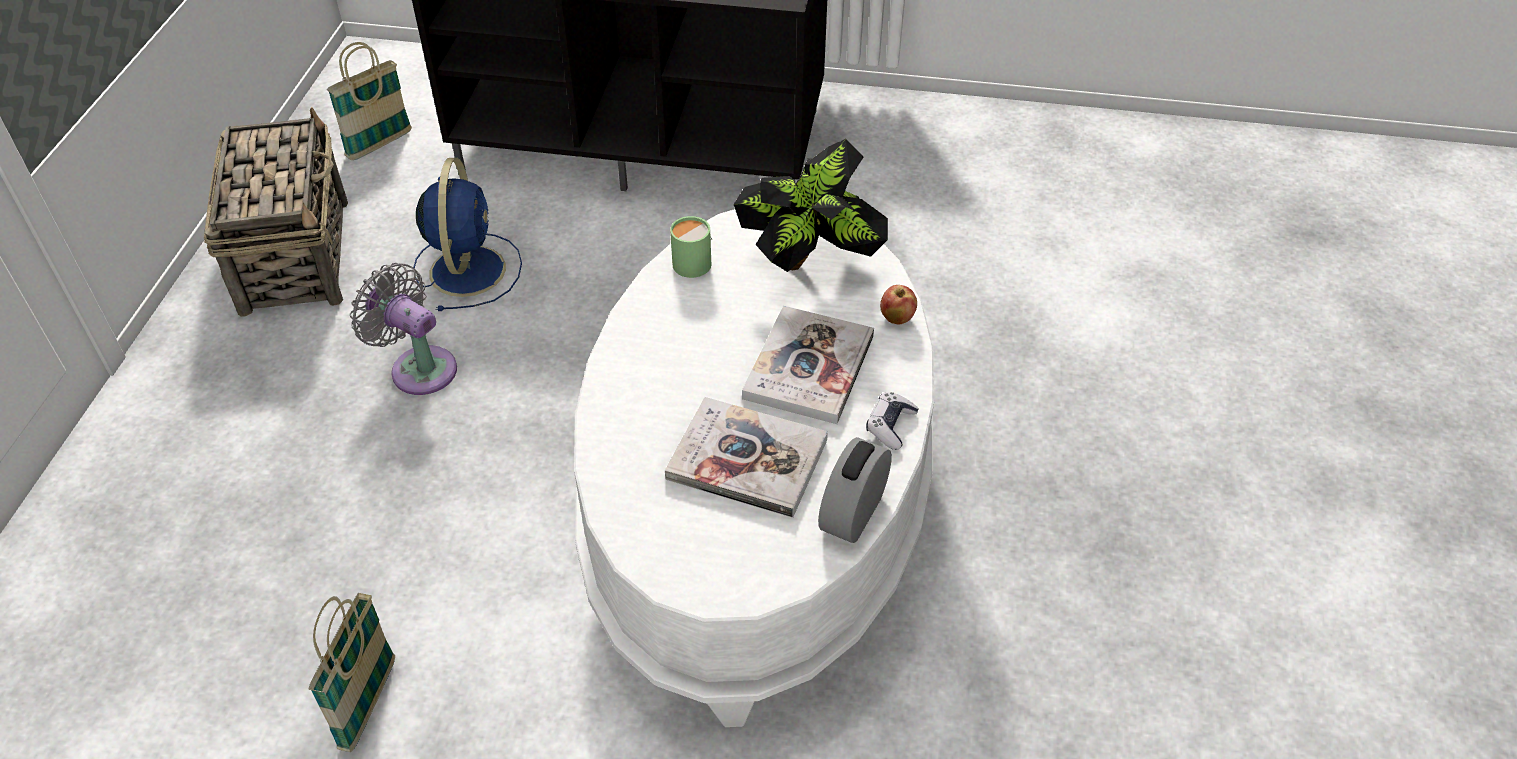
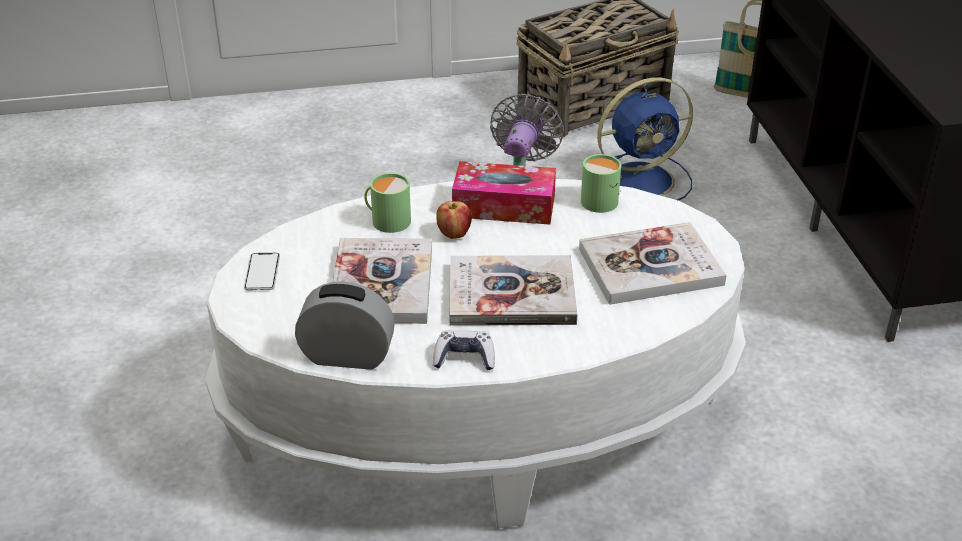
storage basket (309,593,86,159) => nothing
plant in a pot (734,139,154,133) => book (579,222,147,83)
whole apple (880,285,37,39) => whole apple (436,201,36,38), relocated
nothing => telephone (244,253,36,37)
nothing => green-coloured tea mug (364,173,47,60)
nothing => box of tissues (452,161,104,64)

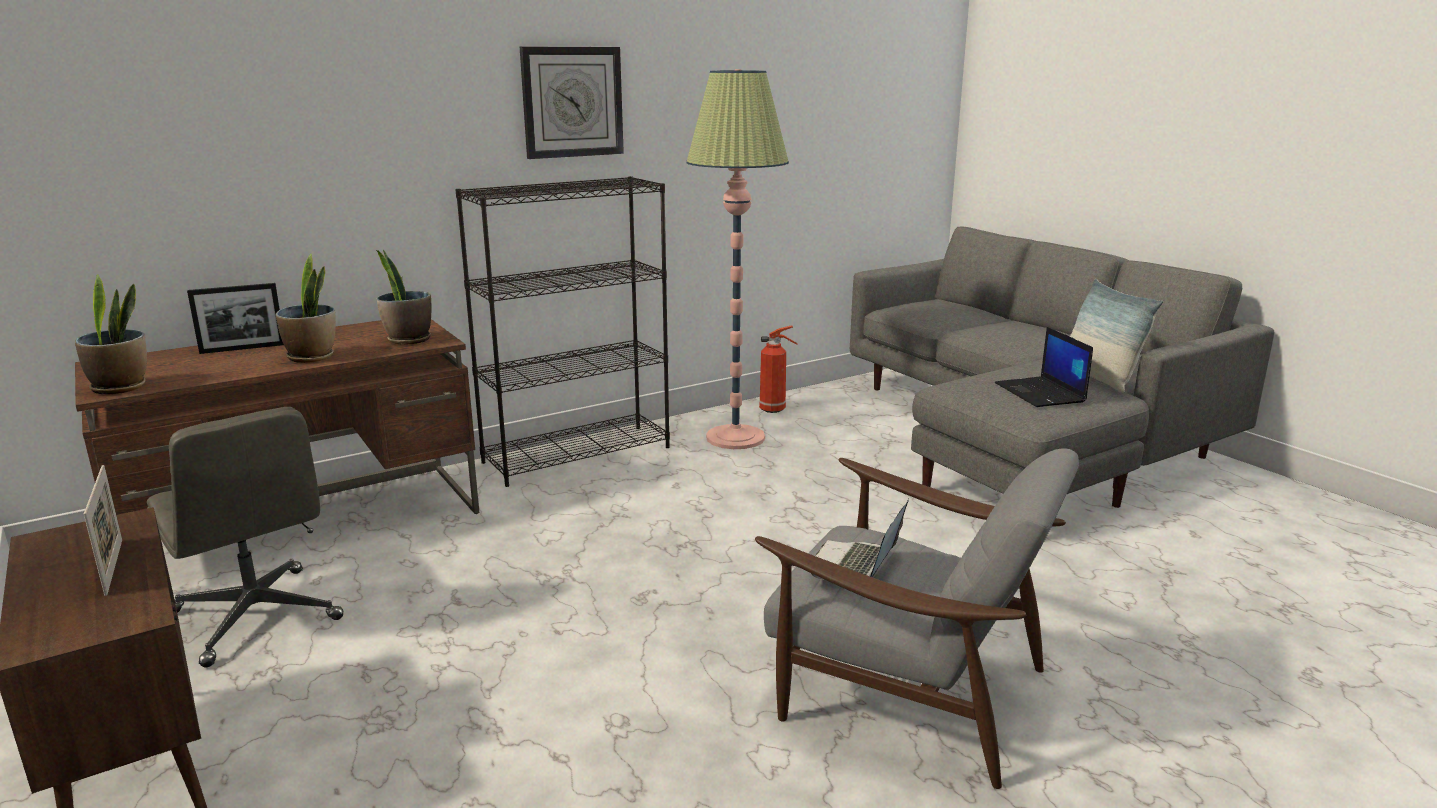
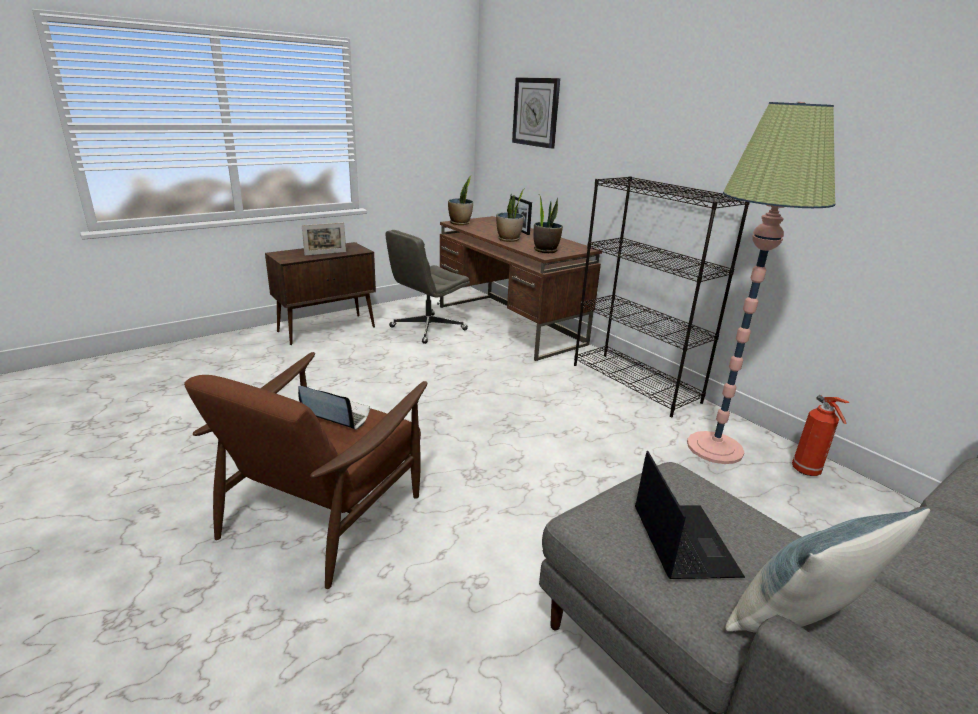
hanging clock (520,46,104,113) => hanging clock (512,77,48,72), relocated
greyish easy chair (755,448,324,341) => brown-coloured easy chair (184,352,243,237)
laptop (995,327,98,80) => laptop (635,451,110,128), 105 degrees clockwise

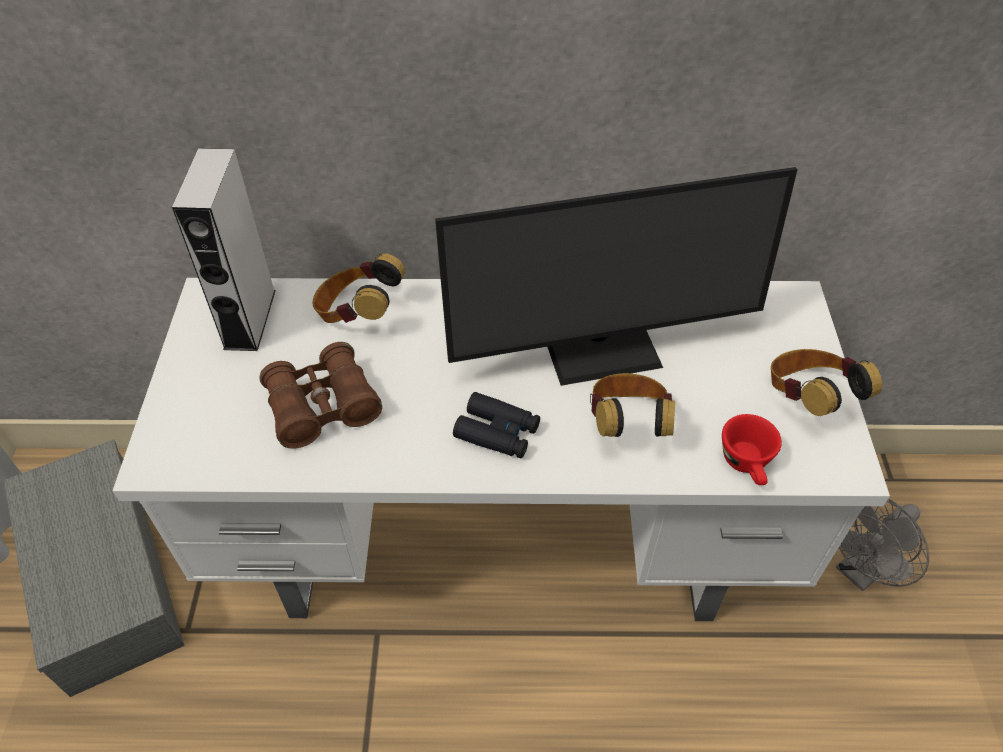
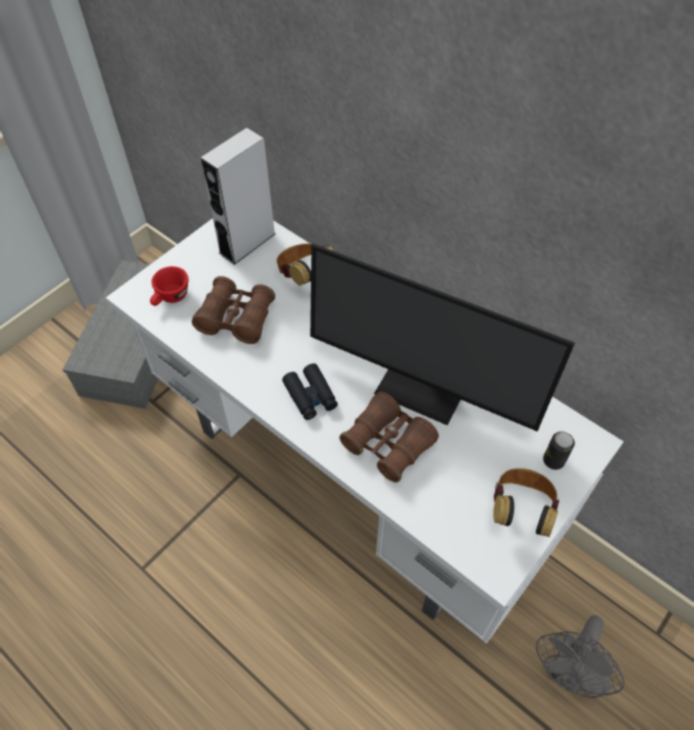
headset (590,373,85,64) => brown-coloured field glasses (339,392,100,91)
red cup (722,414,60,71) => red cup (150,266,38,40), relocated
greyish cooling fan (836,498,93,93) => greyish cooling fan (536,615,89,83), 60 degrees counterclockwise
nothing => can (543,432,32,38)

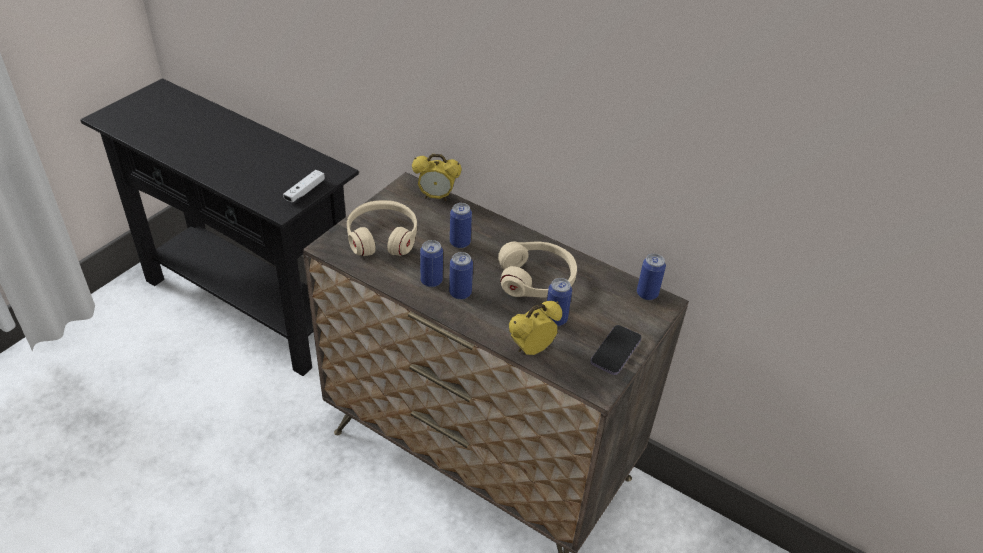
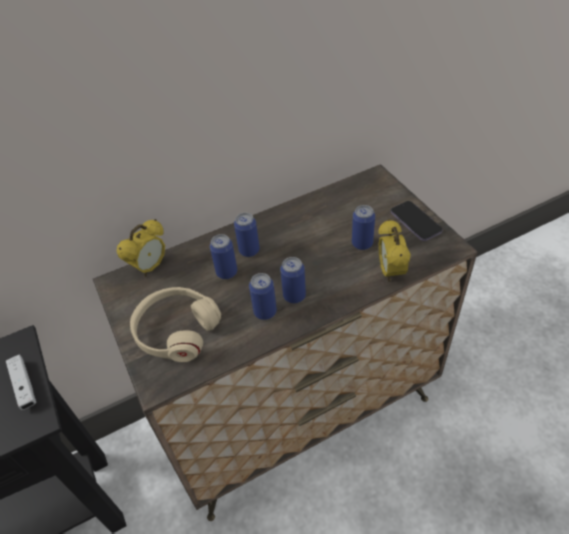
sand-coloured headset (498,241,79,57) => nothing
can (637,254,29,46) => can (234,213,26,44), relocated

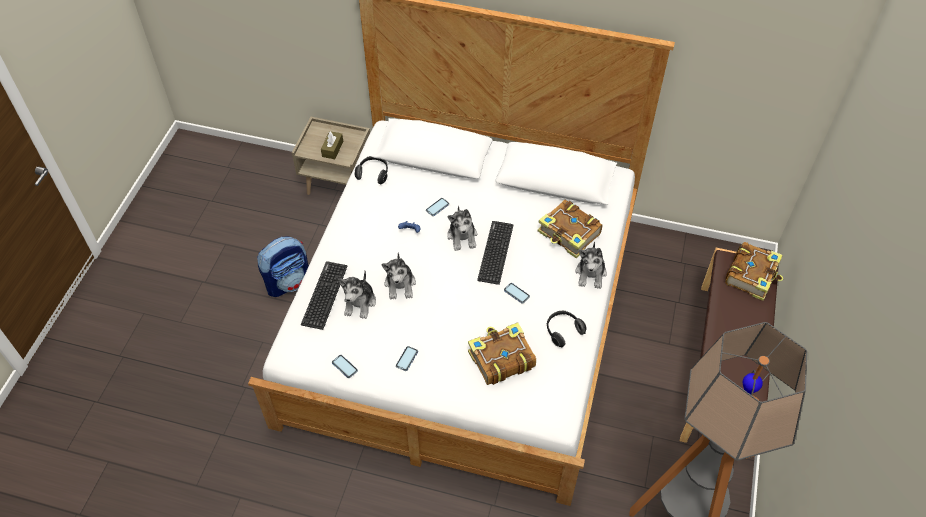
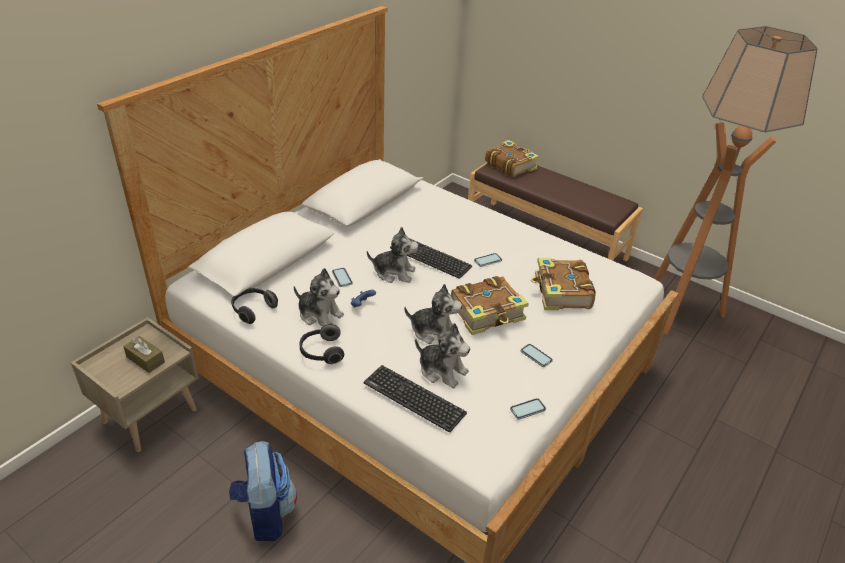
book (538,200,65,58) => book (451,276,78,59), relocated
headset (547,311,40,36) => headset (300,324,44,40), relocated
cuddly toy (576,242,31,47) => cuddly toy (294,268,50,58), relocated

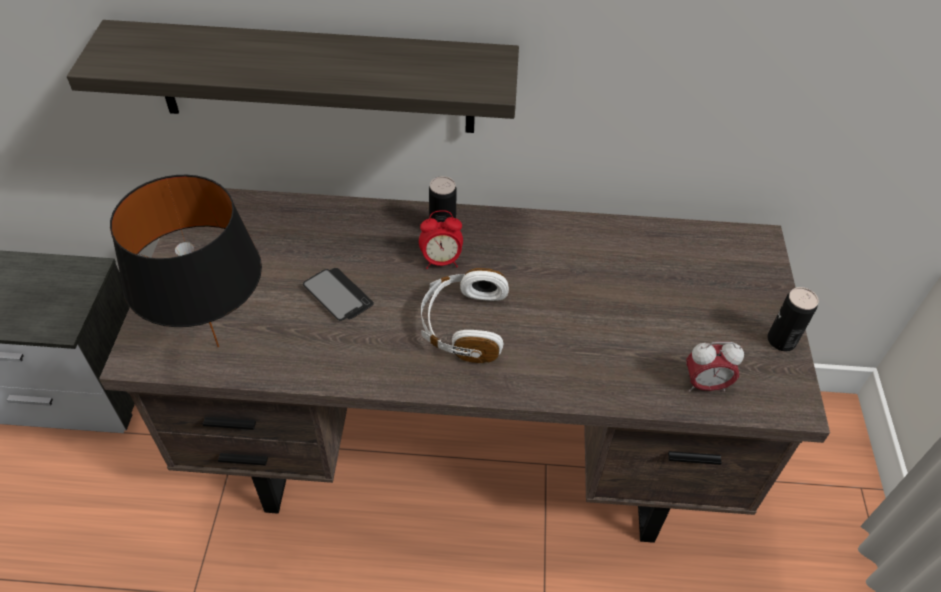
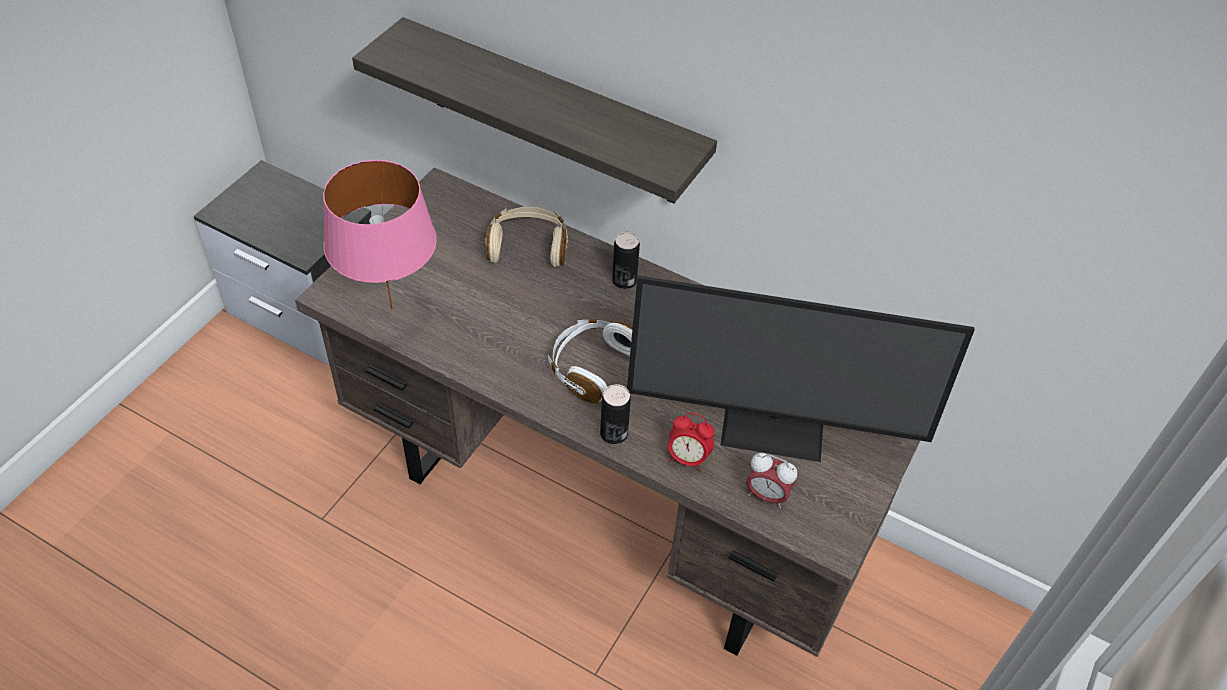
black lamp for a table (110,175,152,172) => pink lamp for a table (323,160,114,150)
telephone (303,268,71,53) => nothing
table clock (419,210,44,59) => table clock (668,413,47,58), relocated
can (767,287,52,64) => can (600,384,31,60), relocated
nothing => sand-coloured headset (484,207,84,60)
nothing => computer screen (627,275,348,187)

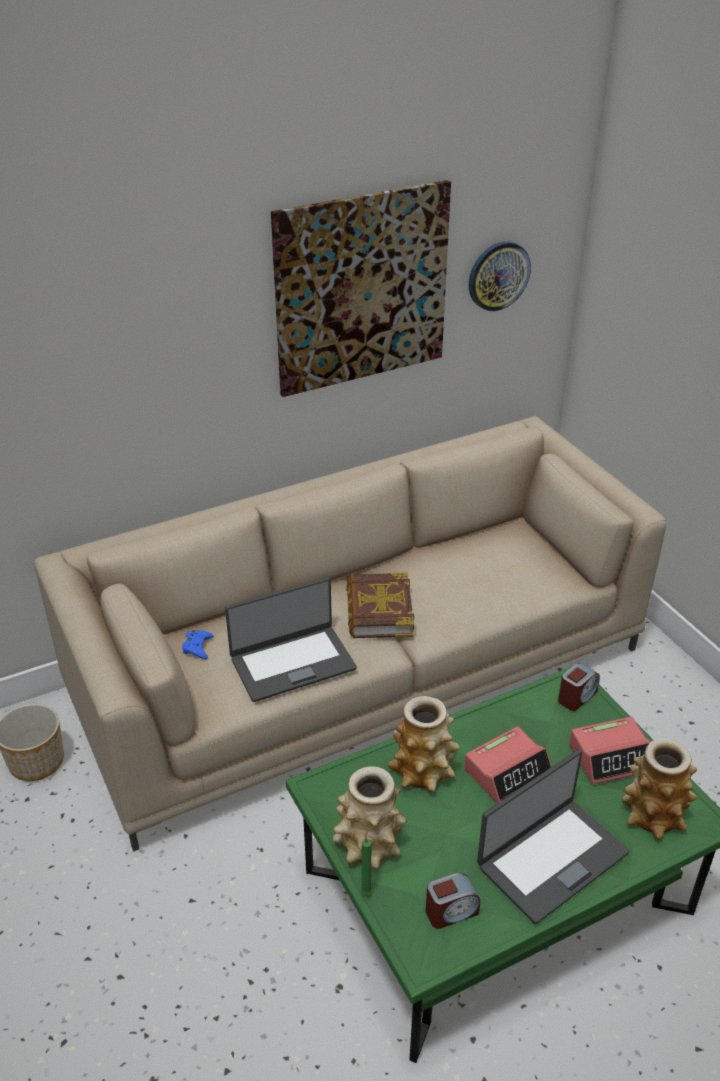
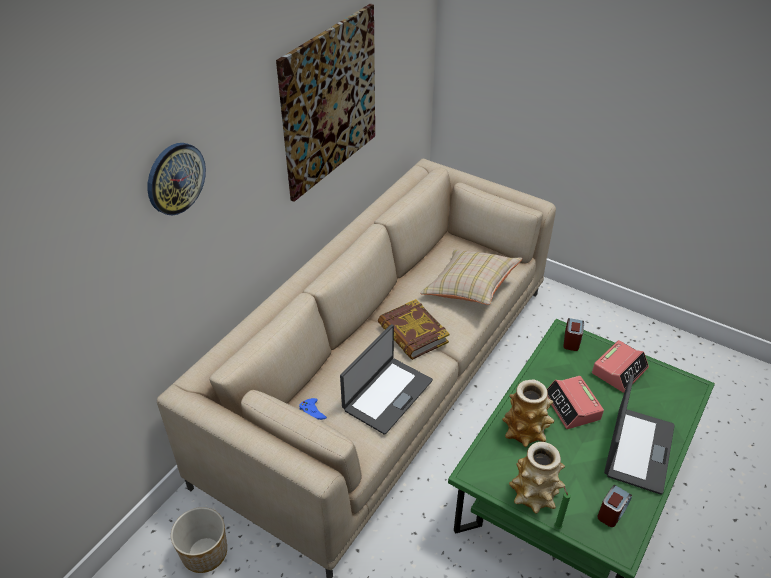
table clock (464,726,87,77) => table clock (547,376,57,53), 135 degrees clockwise
hanging clock (469,241,62,70) => hanging clock (147,143,59,72), relocated
vase (622,739,75,101) => nothing
nothing => sand-coloured pillow (420,249,102,56)

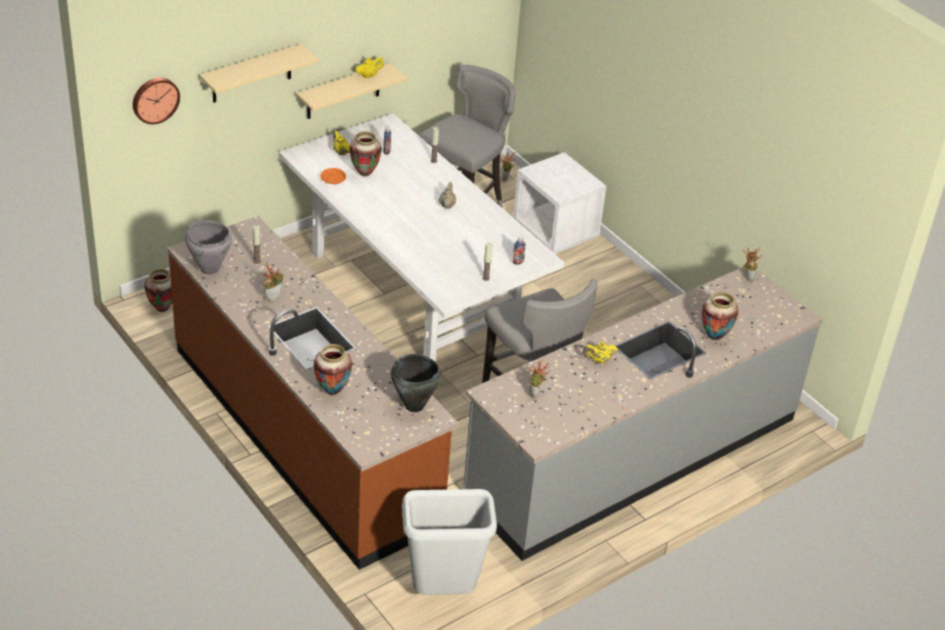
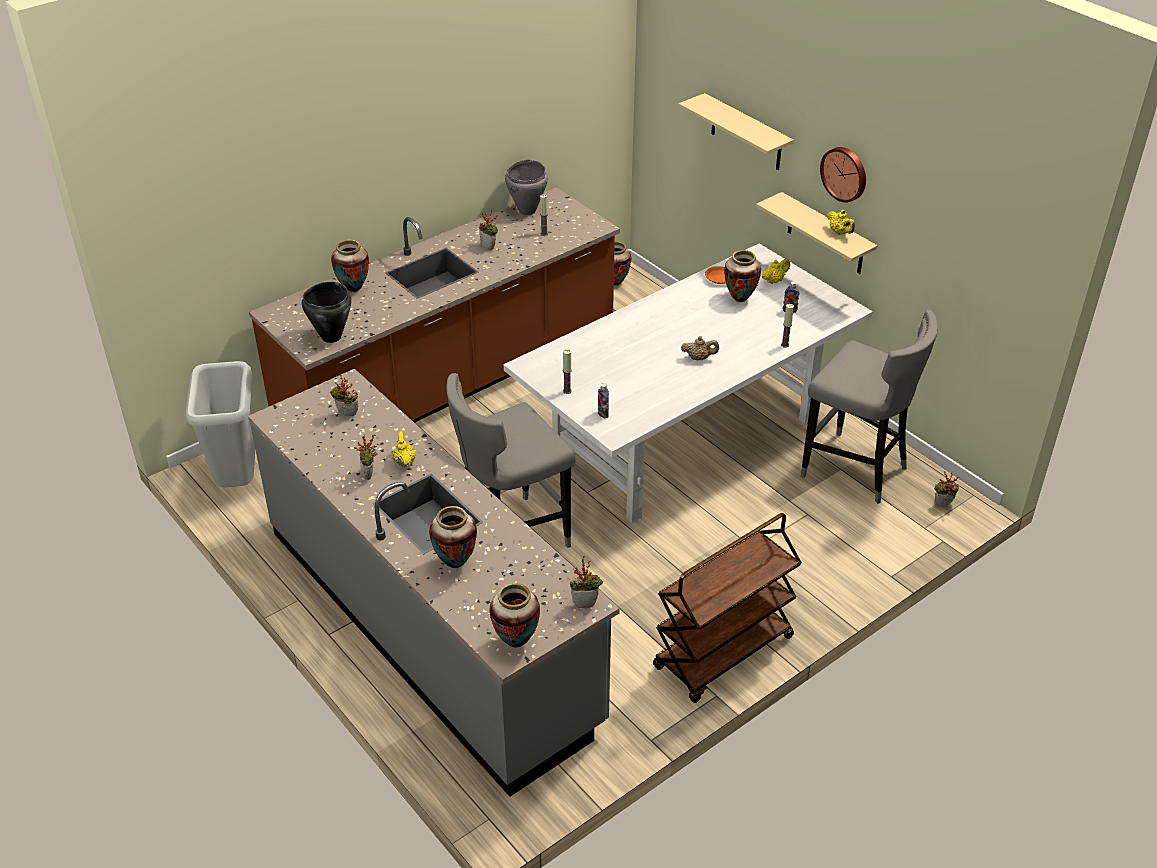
hanging clock (133,78,47,46) => hanging clock (820,147,46,56), relocated
white-coloured night table (513,152,94,102) => nothing
nothing => plant in a pot (354,434,25,46)
nothing => vase (490,583,50,65)
nothing => brown-coloured cart (653,513,149,190)

